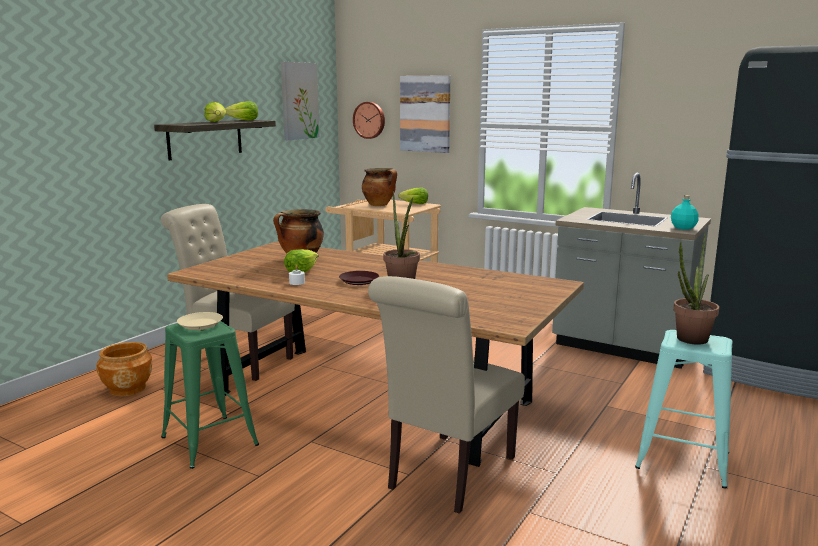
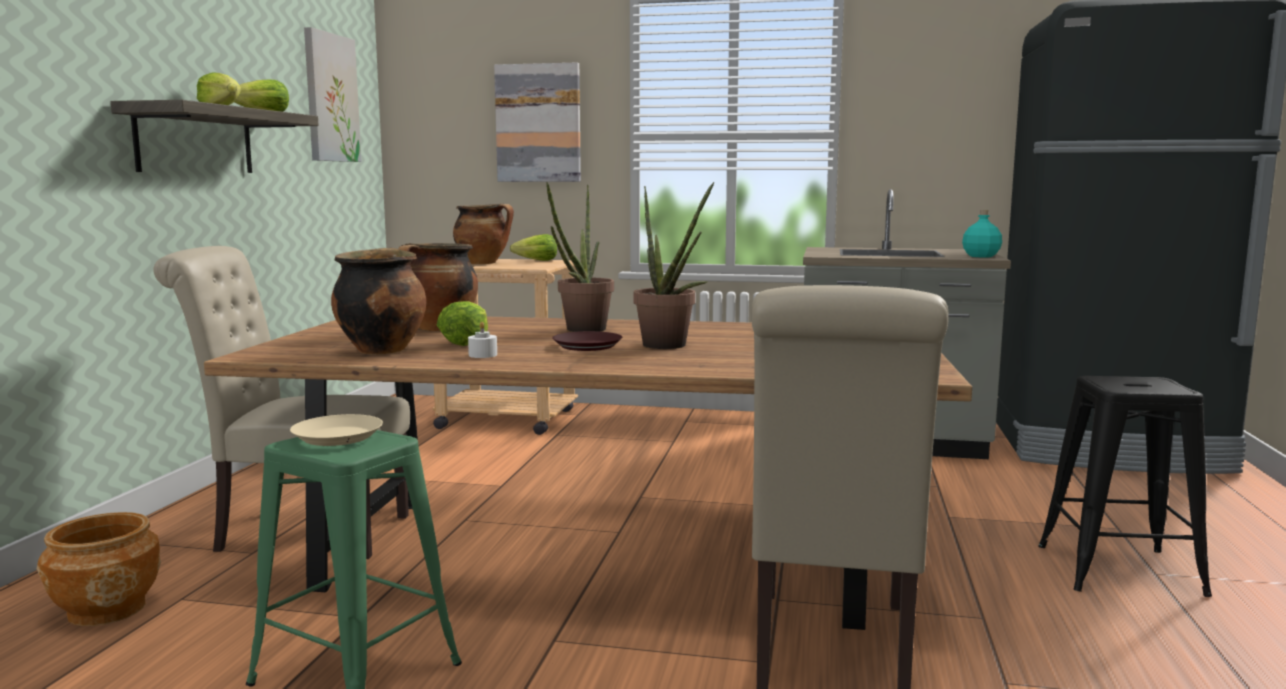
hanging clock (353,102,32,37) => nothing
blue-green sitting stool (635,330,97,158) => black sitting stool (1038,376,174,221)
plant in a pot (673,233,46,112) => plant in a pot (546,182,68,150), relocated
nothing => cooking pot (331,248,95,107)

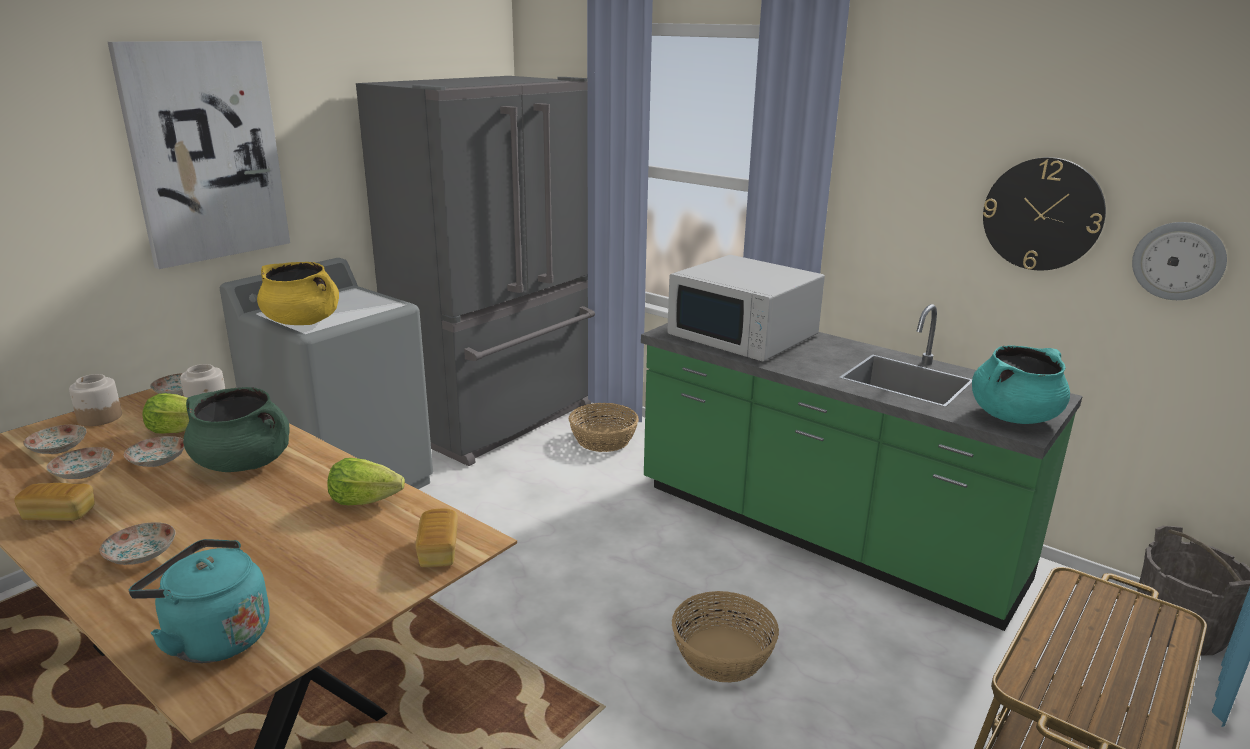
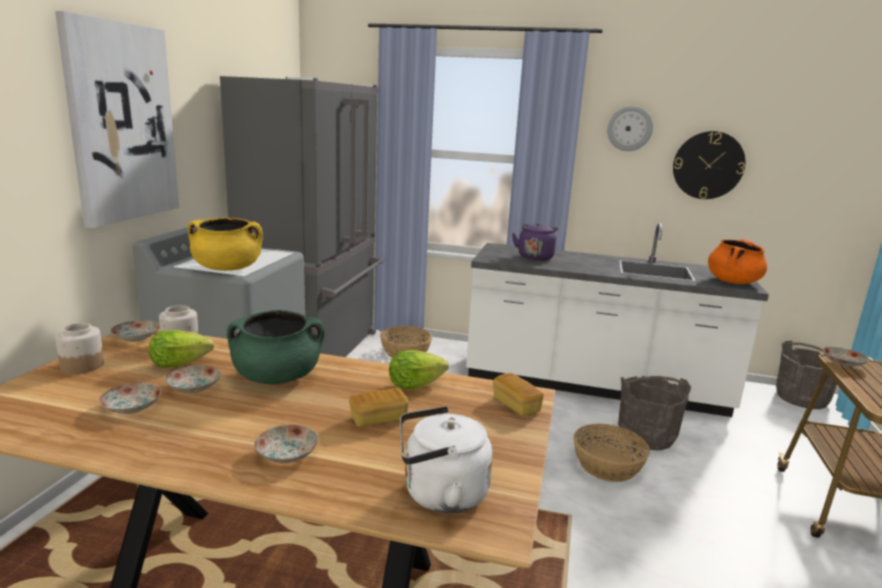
bread (14,483,81,38) => bread (349,388,60,39), relocated
flat dish (23,425,63,29) => flat dish (823,347,46,20), relocated
blue-green tea kettle (129,539,141,124) => white-coloured tea kettle (400,406,92,107)
green-coloured kitchen counter (641,304,442,327) => white-coloured kitchen counter (466,223,303,194)
white-coloured kitchen microwave (667,255,158,106) => purple-coloured tea kettle (512,223,46,38)
blue-green cooking pot (972,345,98,79) => orange-coloured cooking pot (708,239,59,45)
hanging clock (1132,222,95,78) => hanging clock (607,106,46,45), relocated
nothing => greyish pail (618,376,73,74)

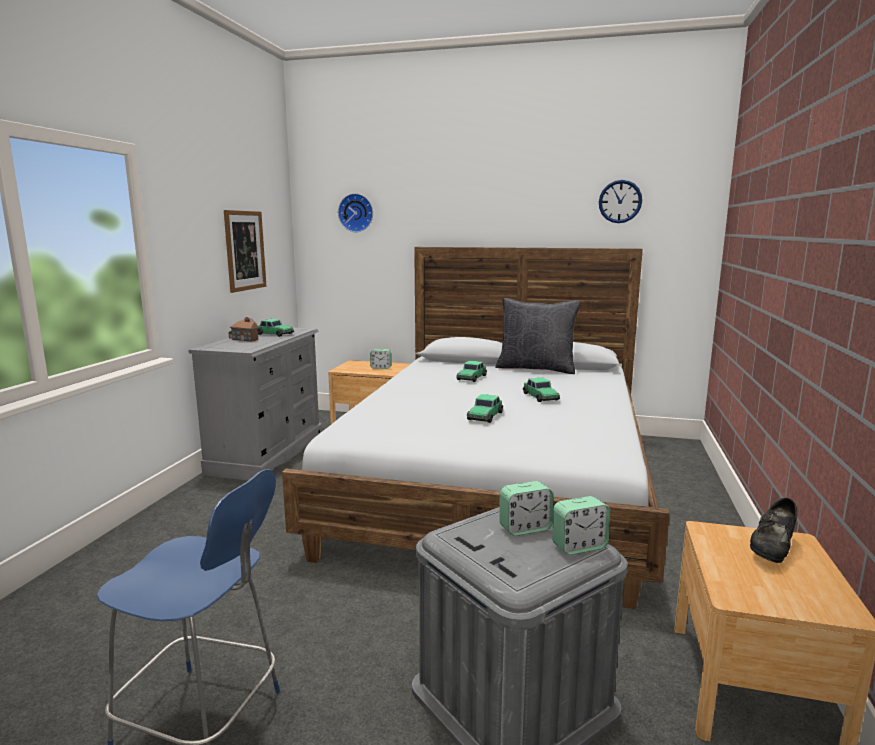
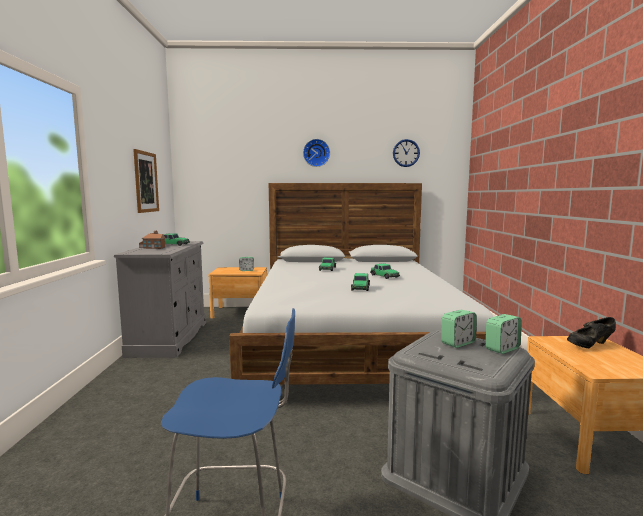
hanging clock (338,193,35,39) => hanging clock (303,139,27,28), relocated
black pillow (495,298,86,76) => nothing
black low shoe (750,498,47,65) => black low shoe (567,317,49,31), 45 degrees clockwise

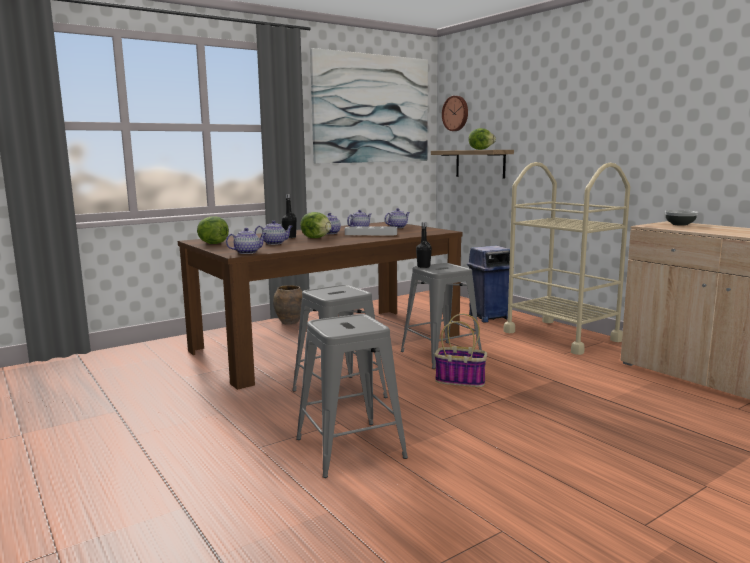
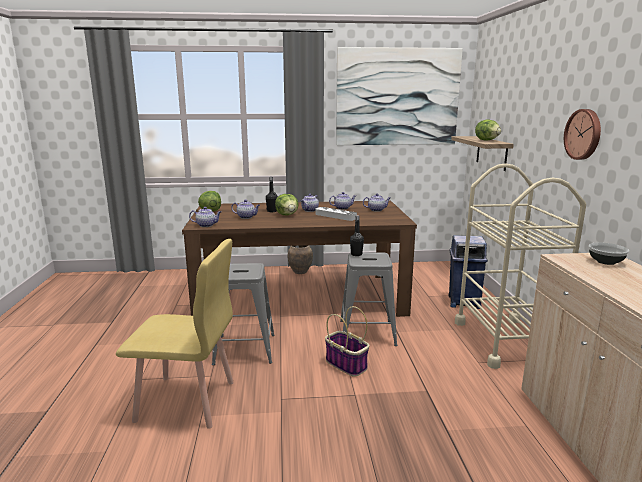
greyish sitting stool (296,314,112,164) => yellow-coloured chair (116,239,118,190)
hanging clock (442,96,26,35) => hanging clock (564,109,37,51), relocated

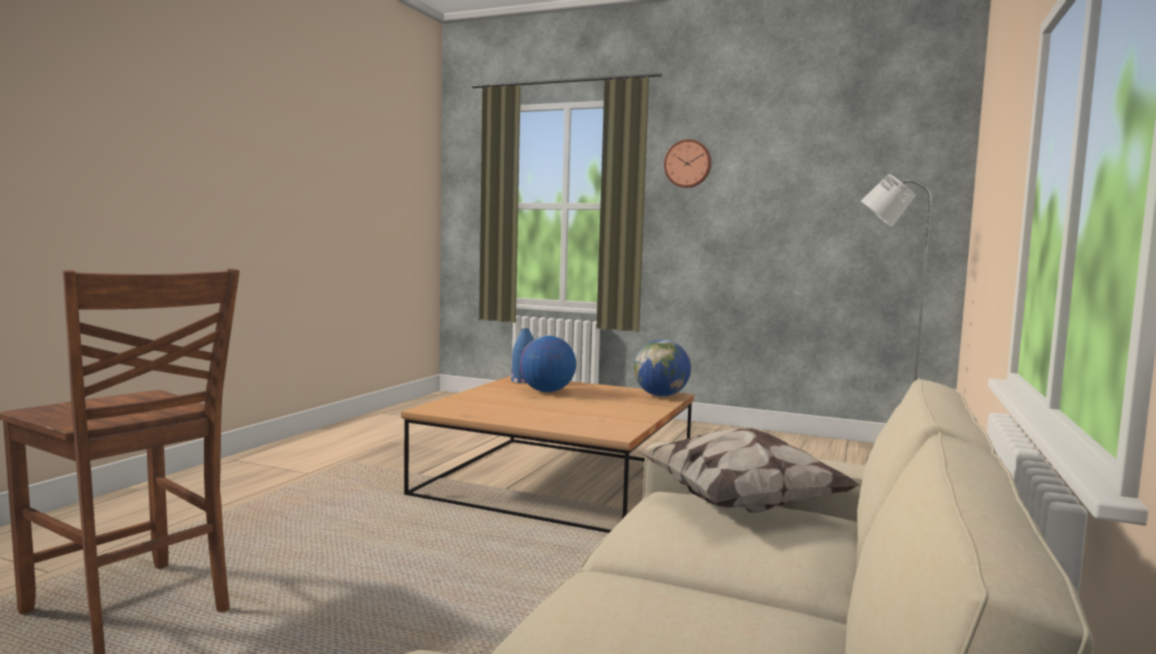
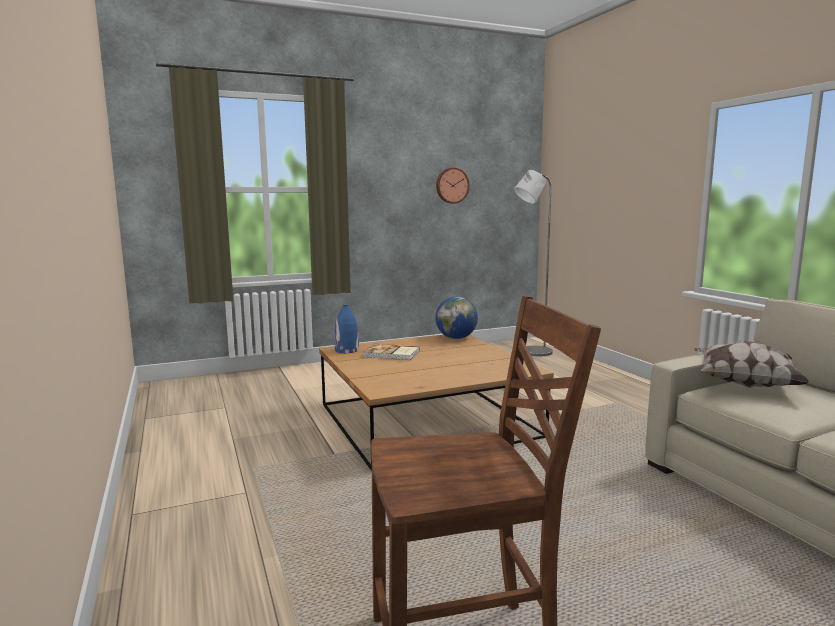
globe (520,336,56,56) => book (363,344,57,16)
hanging clock (664,139,47,49) => hanging clock (436,168,34,36), relocated

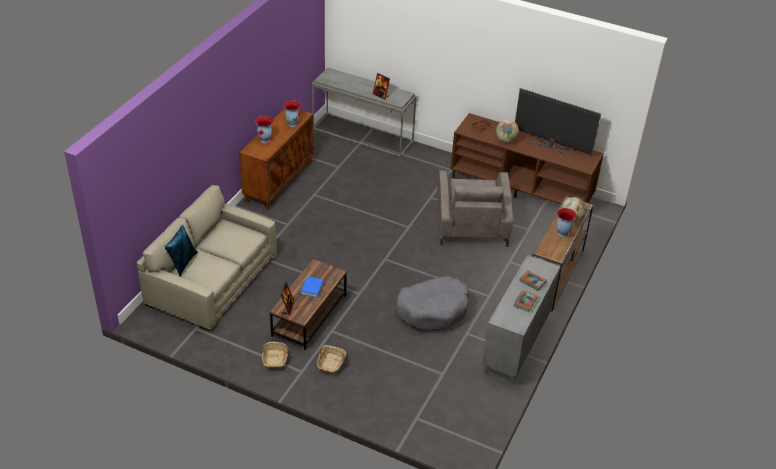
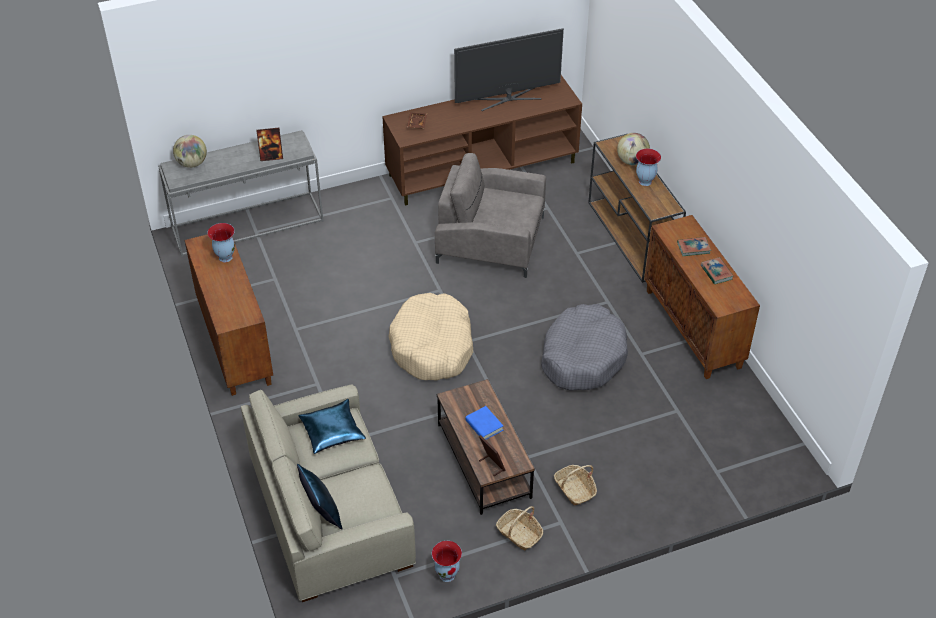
vase (255,116,18,27) => vase (432,541,30,41), relocated
greyish easy chair (437,170,76,77) => greyish easy chair (435,153,111,125), 150 degrees clockwise
greyish storage cabinet (482,255,79,129) => brown-coloured storage cabinet (644,215,116,164)
globe (496,120,23,23) => globe (173,135,34,33), relocated
nothing => bluish pillow (298,399,68,55)
nothing => sand-coloured dog bed (389,293,84,88)

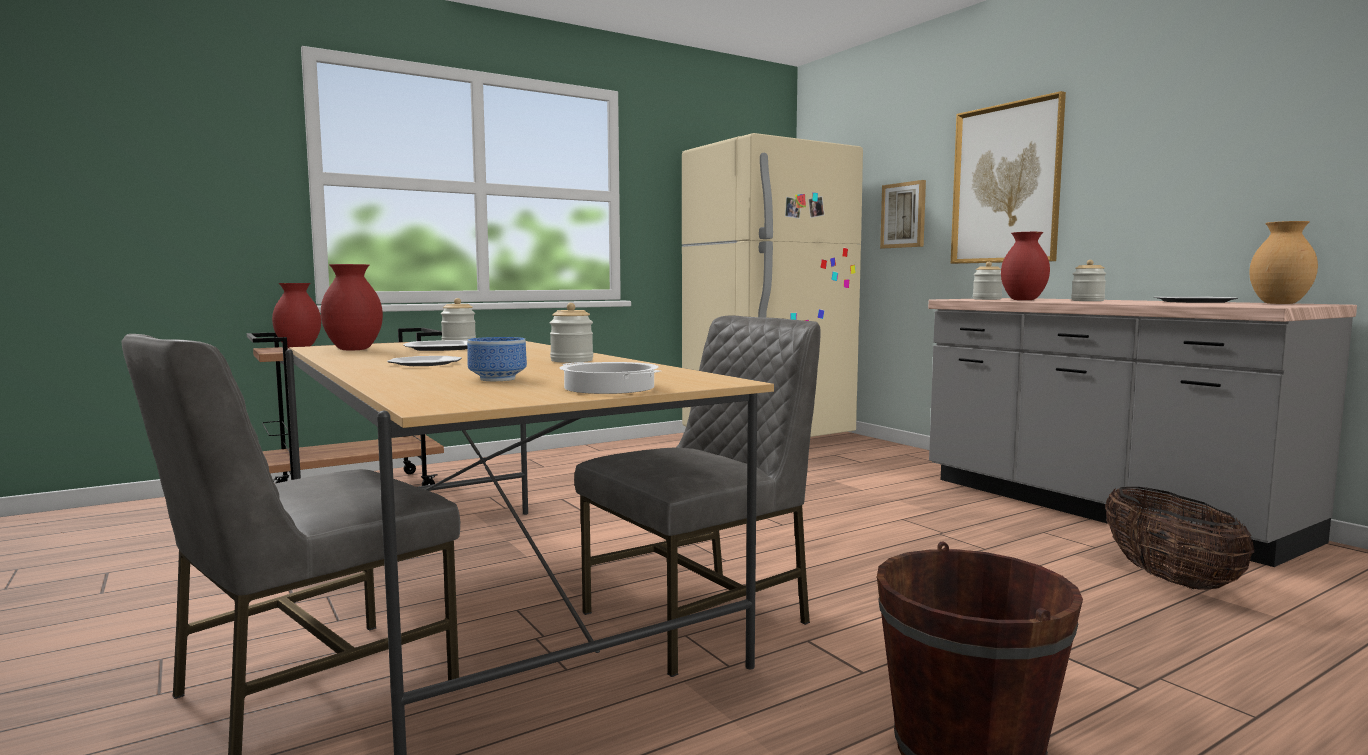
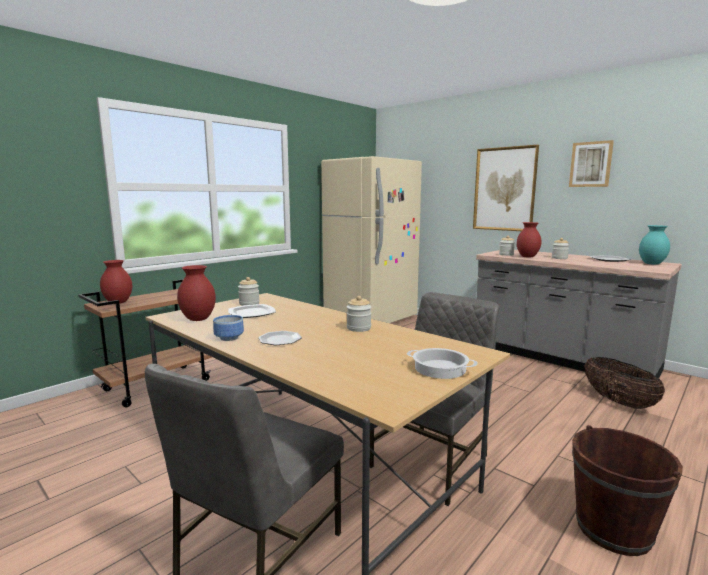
bowl (467,337,60,44) => bowl (213,315,31,26), relocated
wall art (880,180,46,68) => wall art (569,140,45,47), relocated
brown-coloured vase (1249,221,69,83) => blue-green vase (639,225,31,40)

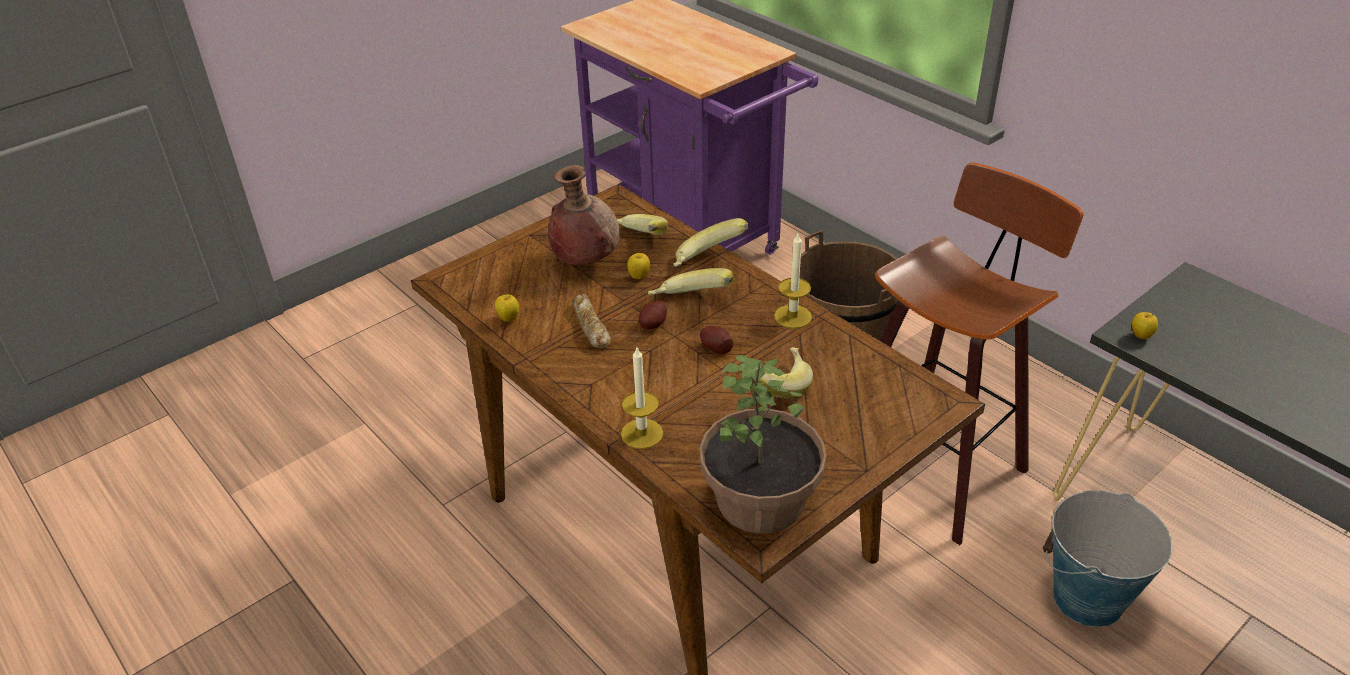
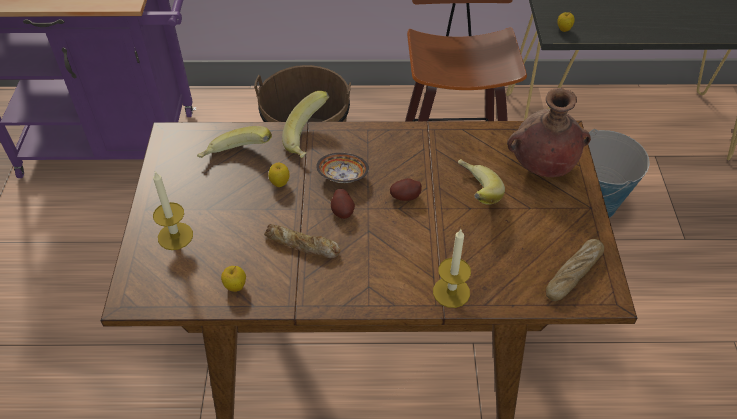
brown-coloured vase (548,165,72,100) => brown-coloured vase (507,88,84,89), relocated
banana (648,268,86,28) => bowl (316,153,53,30)
plant in a pot (699,355,127,179) => bread (546,239,58,62)
candle (774,234,38,95) => candle (153,172,40,78), relocated

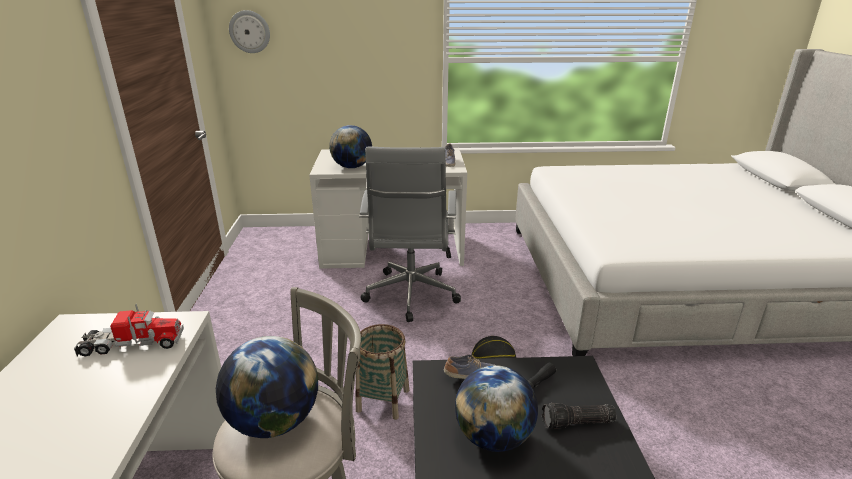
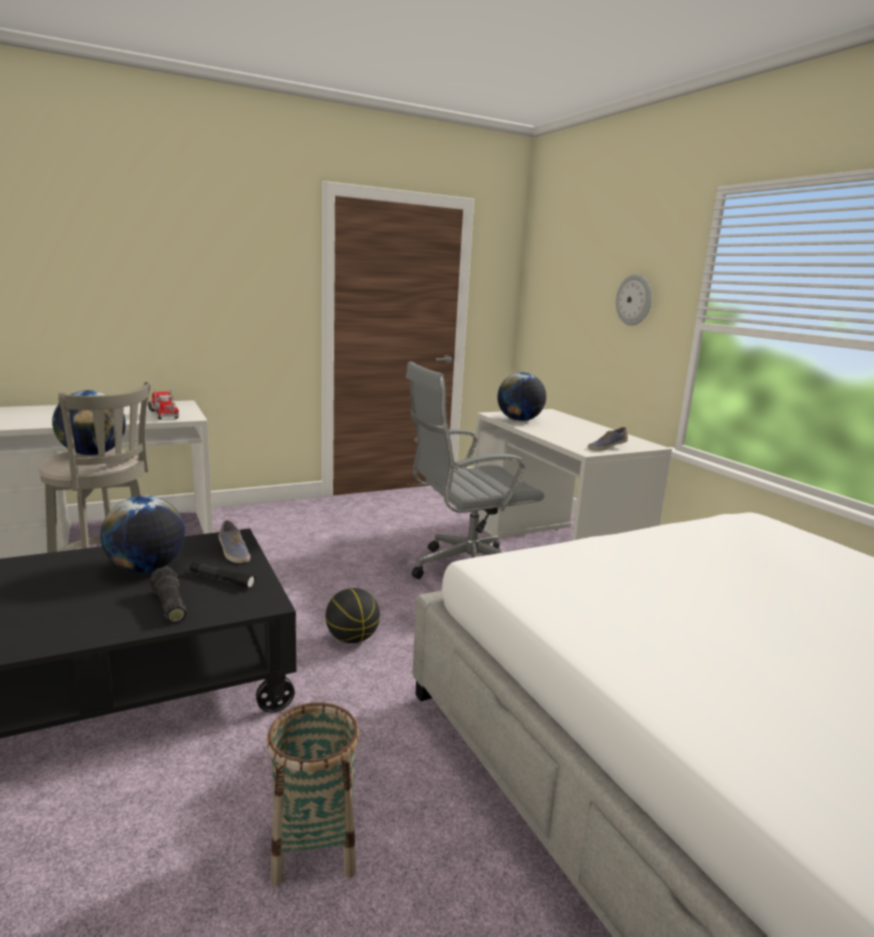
hanging clock (229,10,41,43) => hanging clock (616,274,36,52), relocated
storage basket (356,324,53,96) => storage basket (267,702,92,185), relocated

